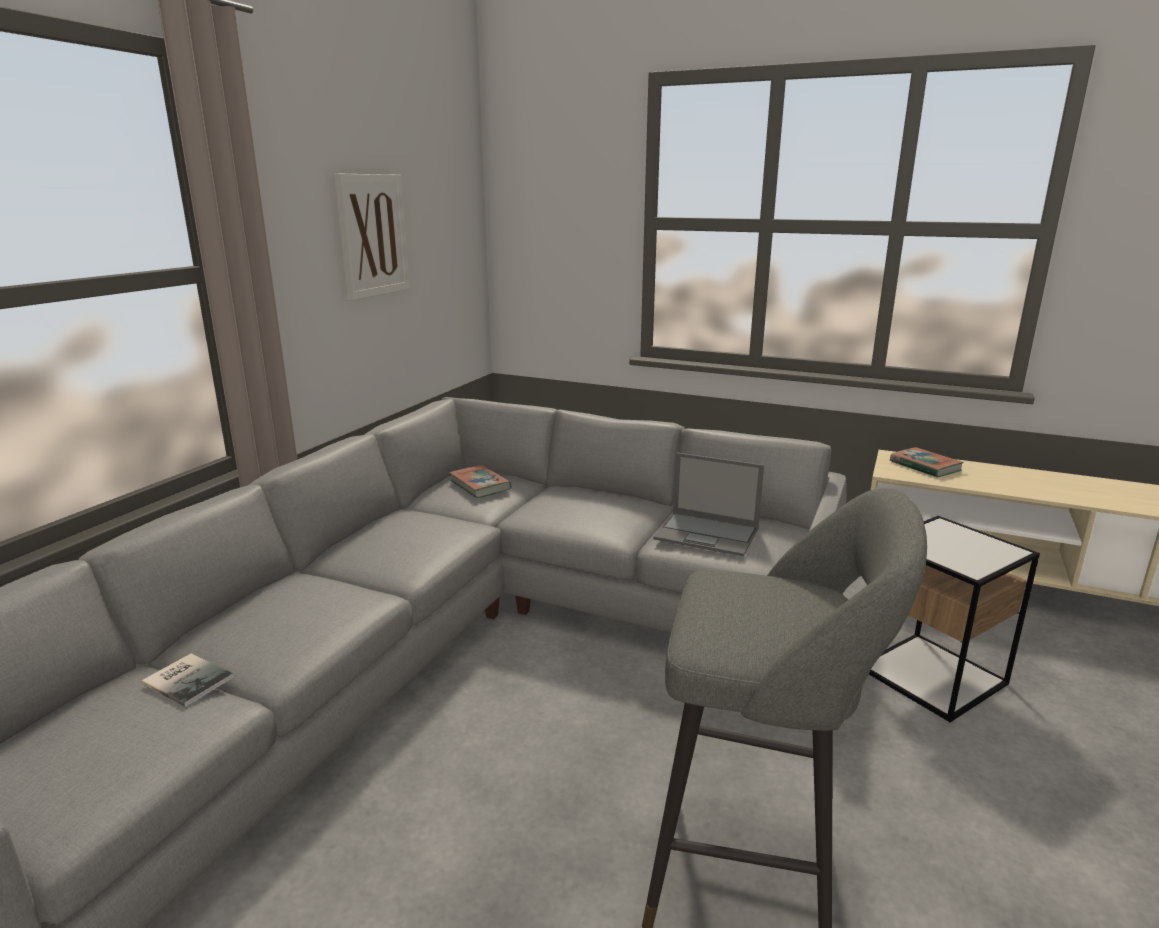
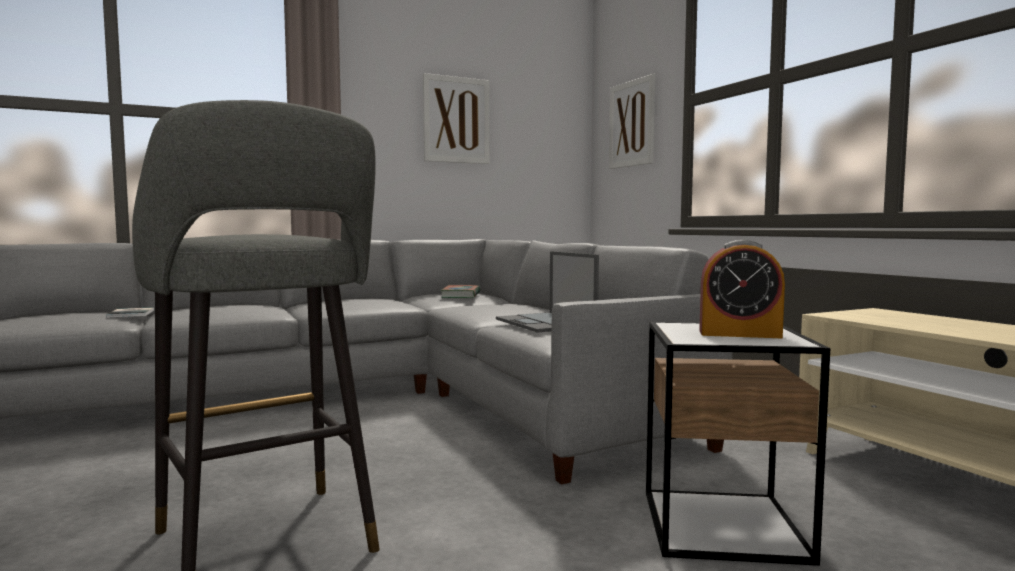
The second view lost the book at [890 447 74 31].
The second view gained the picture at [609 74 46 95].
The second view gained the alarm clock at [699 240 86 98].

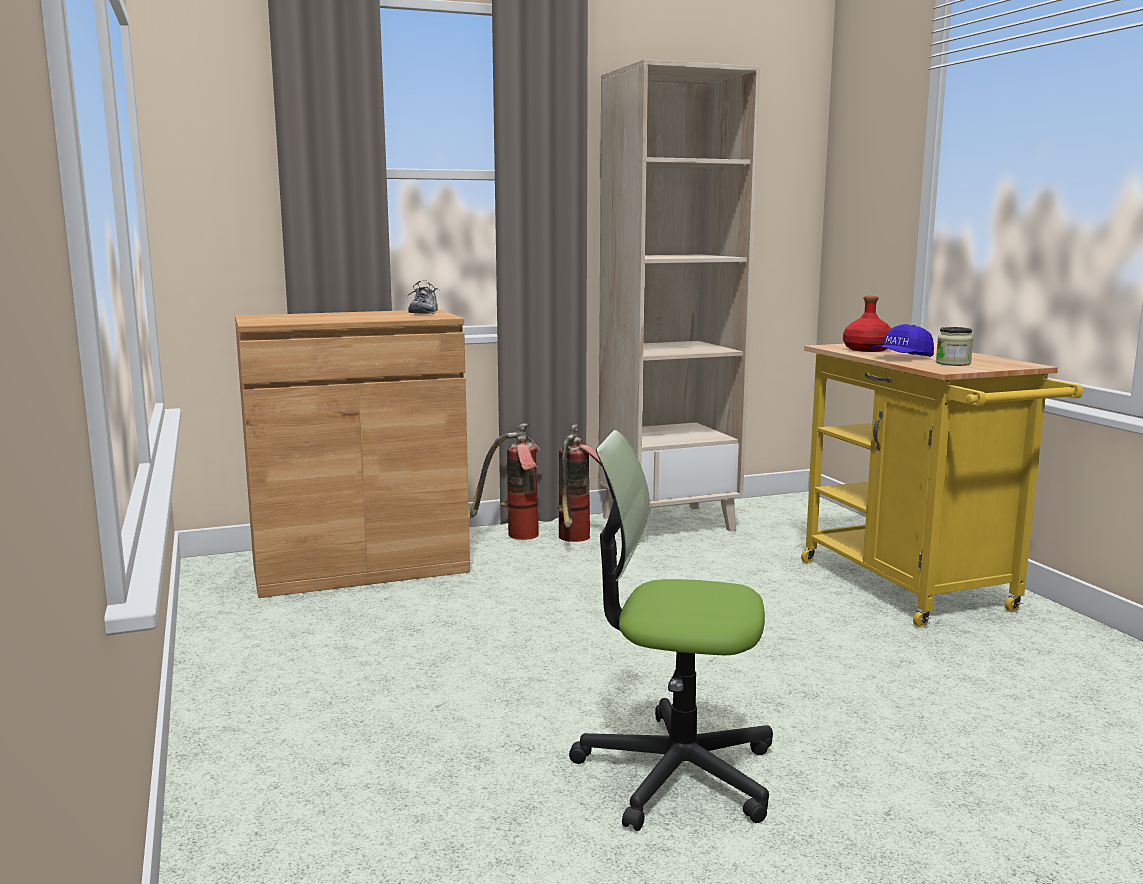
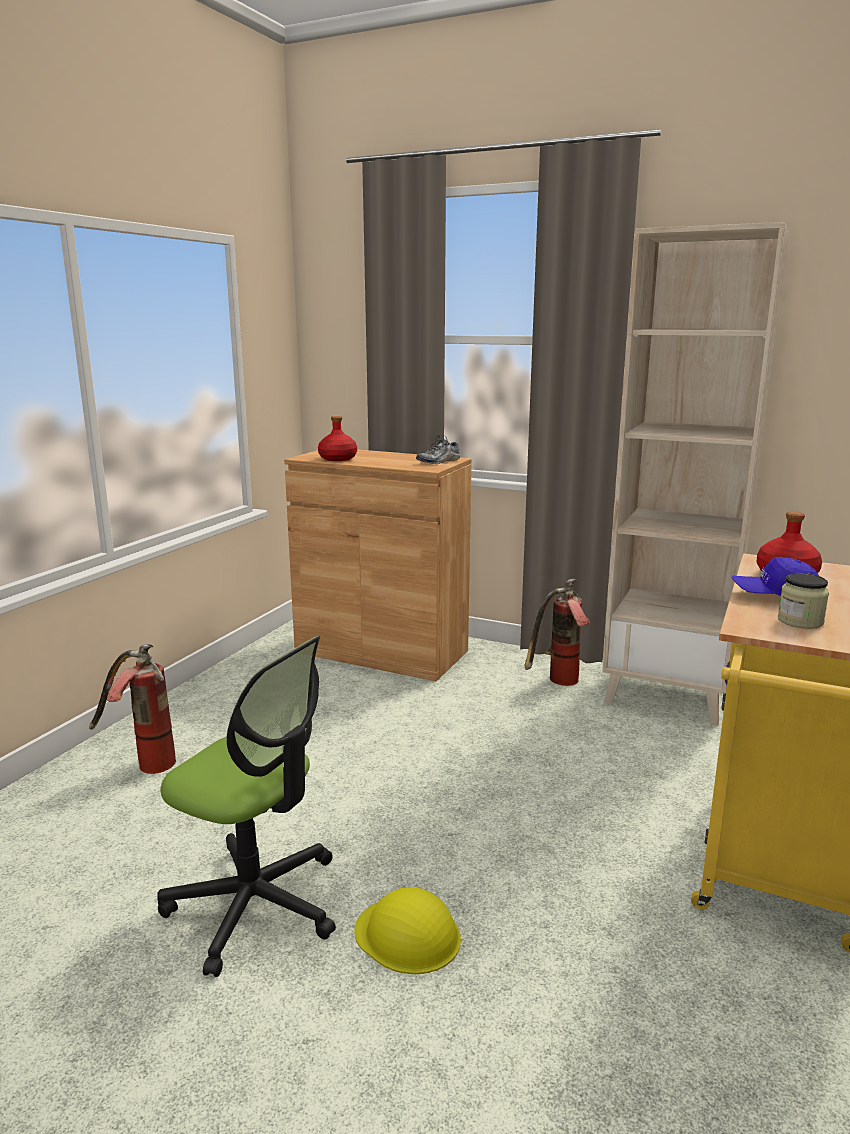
The fire extinguisher ended up elsewhere, having gone from [470 423 70 117] to [89 644 87 130].
The office chair at [569 430 204 401] ended up facing another way, 150 degrees clockwise from before.
The second view gained the red bottle at [318 416 39 45].
The second view gained the yellow hard hat at [354 887 107 87].

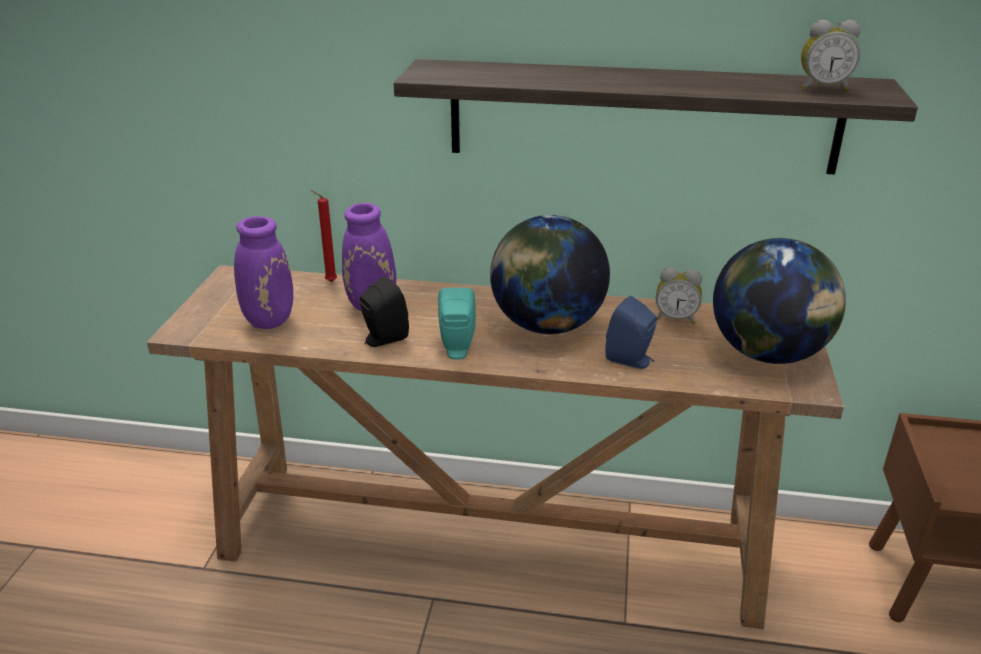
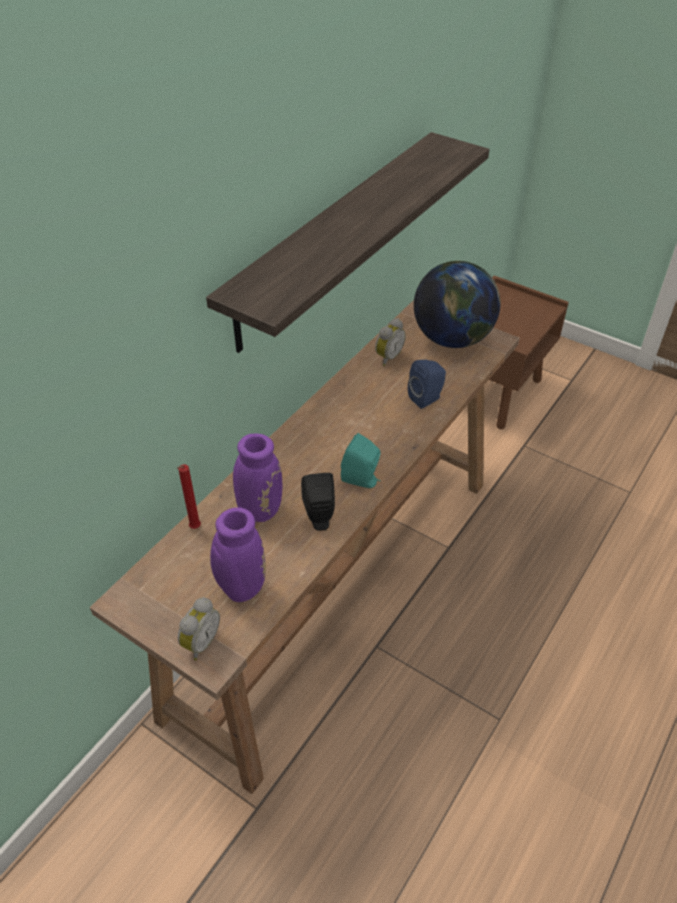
The alarm clock ended up elsewhere, having gone from [801 20 59 70] to [178 597 42 63].
The second view lost the globe at [490 215 120 119].

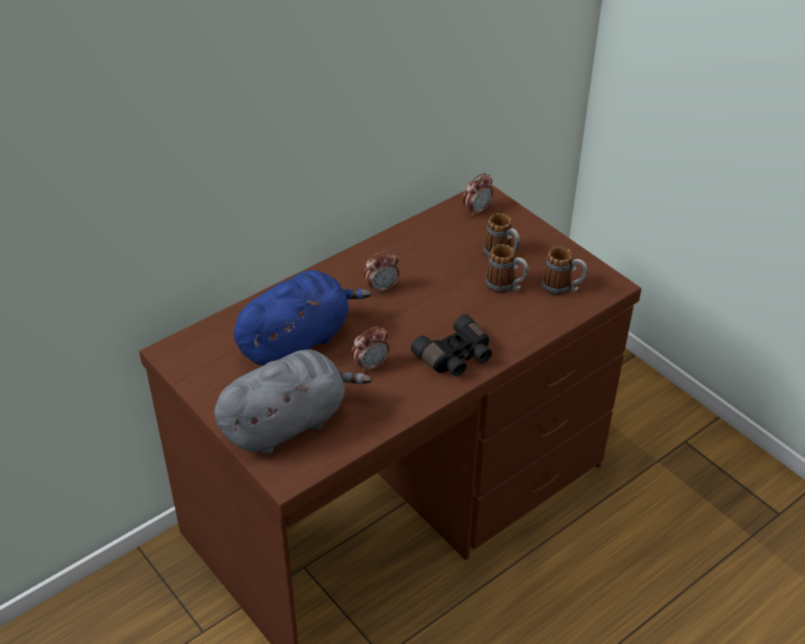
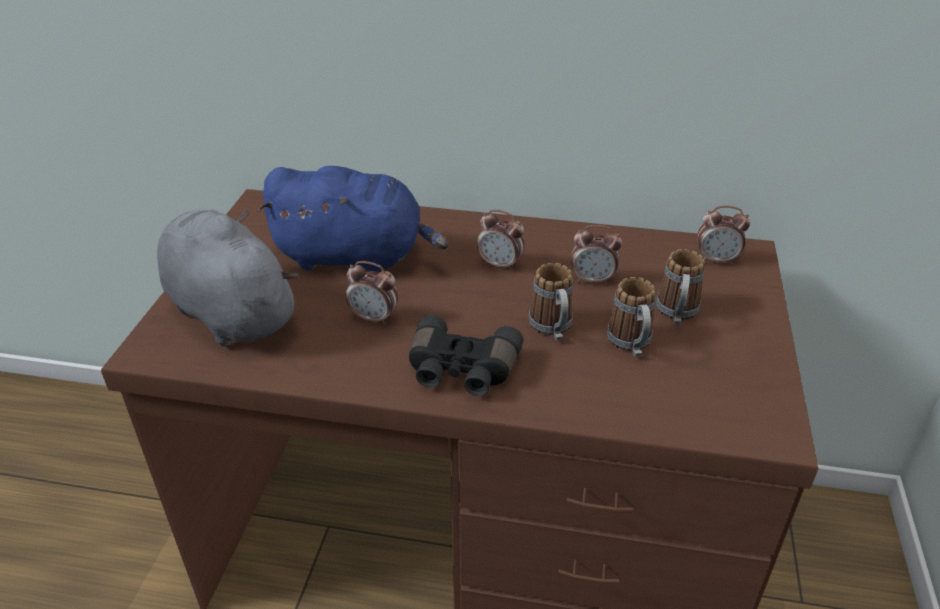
The mug ended up elsewhere, having gone from [542 246 46 49] to [528 263 45 77].
The grey plush toy at [214 350 158 105] ended up facing another way, 150 degrees counterclockwise from before.
The second view gained the alarm clock at [571 225 51 60].

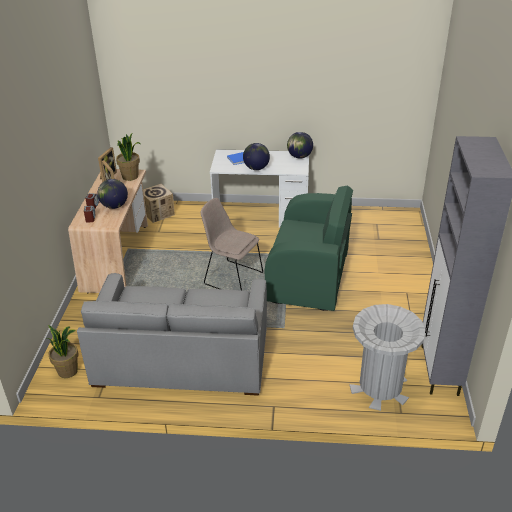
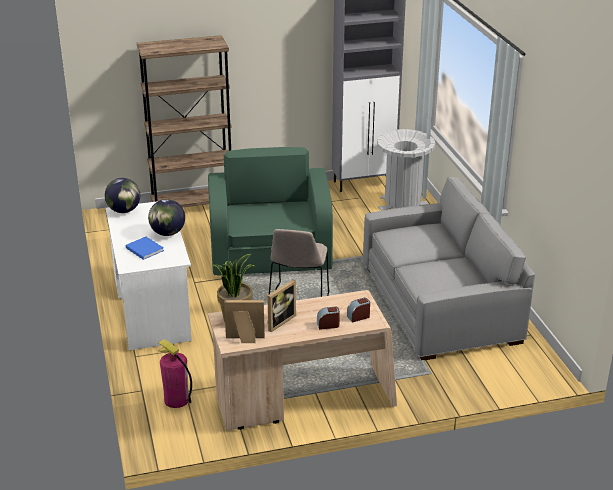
The second view lost the globe at [97 179 31 30].
Where the cardboard box stood at [143 184 32 39], the fire extinguisher came to stand at [158 339 34 69].
The second view lost the potted plant at [45 325 34 53].
The second view gained the brown bookcase at [137 35 94 173].

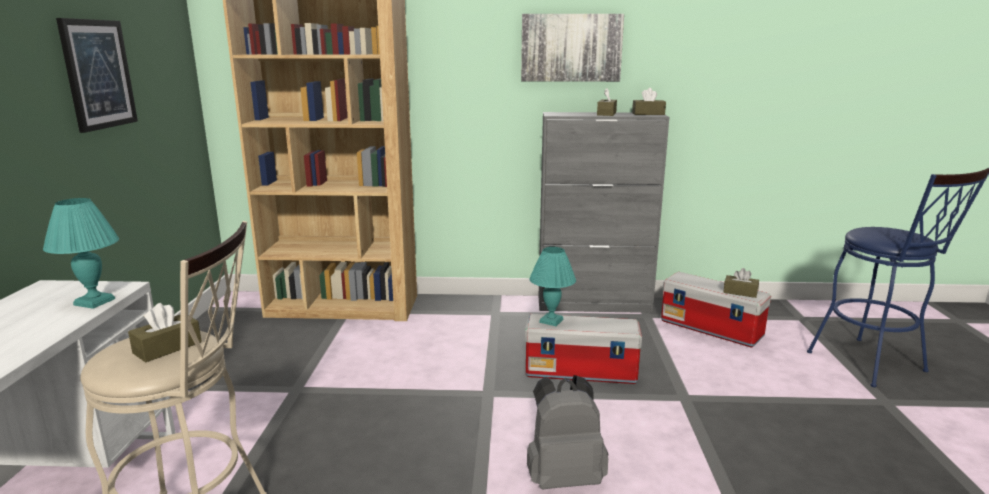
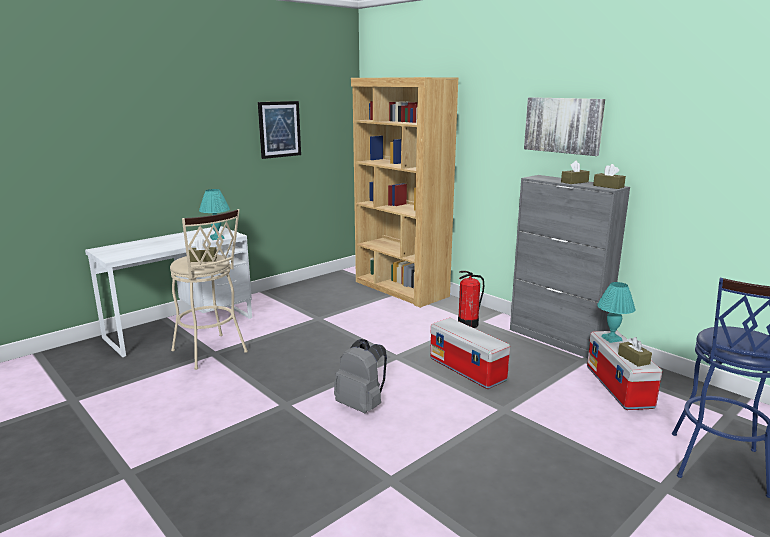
The turquoise table lamp ended up elsewhere, having gone from [530 247 46 79] to [597 282 38 61].
The second view gained the fire extinguisher at [458 271 26 57].

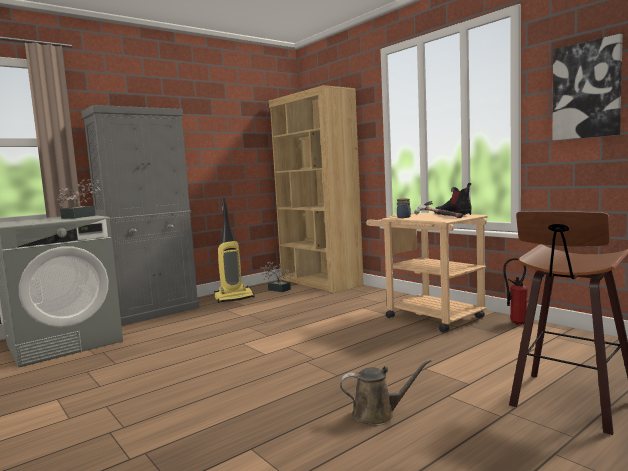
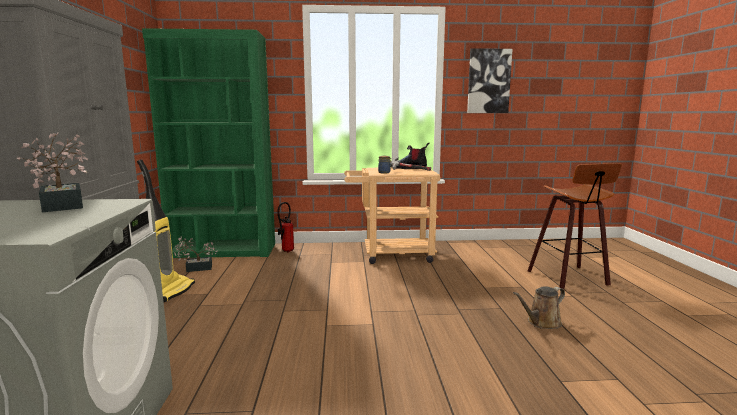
What was the brown bookcase at [268 85 96 208] turned into the green bookcase at [142 28 133 230].
The fire extinguisher ended up elsewhere, having gone from [503 258 25 67] to [277 202 17 51].
The brown watering can at [340 359 91 67] ended up facing another way, 150 degrees counterclockwise from before.

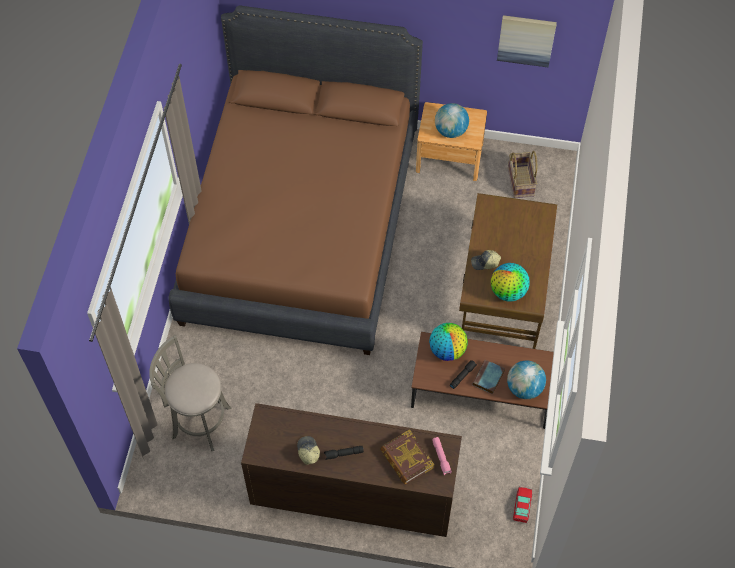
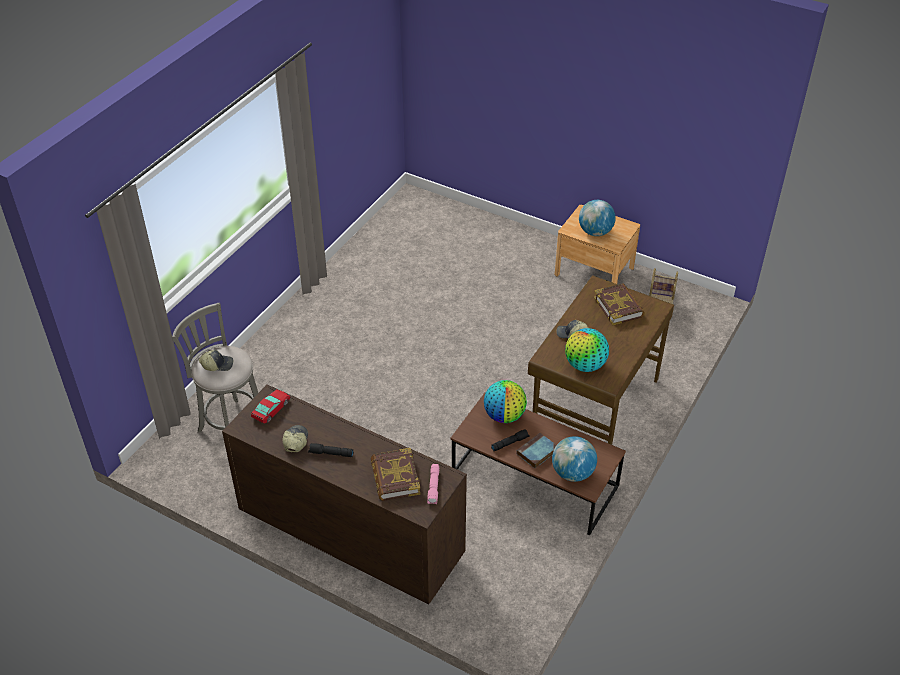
The second view lost the brown bed at [168 5 255 350].
The second view lost the picture at [497 15 60 53].
The toy car ended up elsewhere, having gone from [513 487 20 36] to [251 389 40 35].
The second view gained the book at [594 283 51 42].
The second view gained the cap at [199 350 34 21].

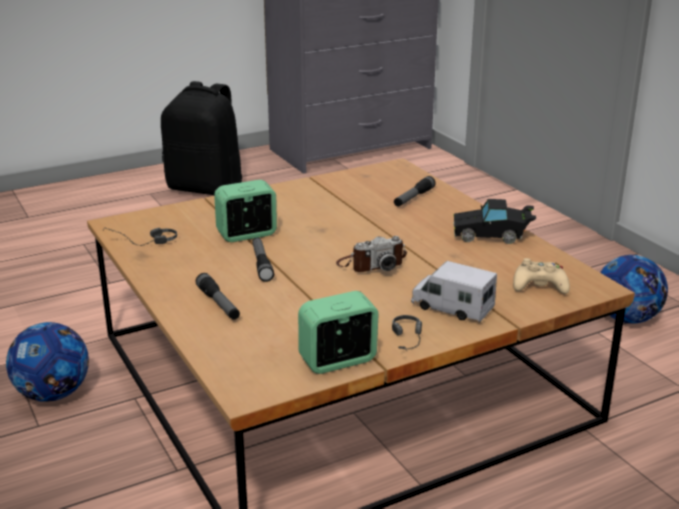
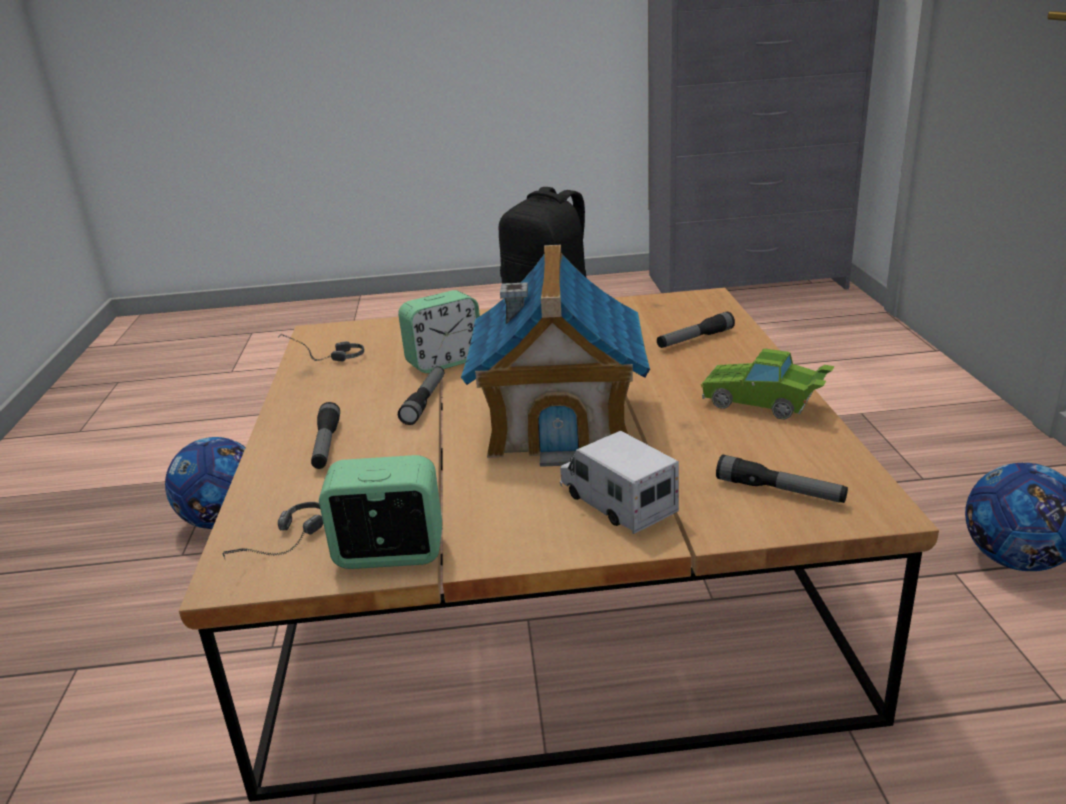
The alarm clock at [214 180 63 62] ended up facing another way, 150 degrees clockwise from before.
What was the black toy car at [453 199 83 45] turned into the green toy car at [701 348 134 72].
Where the photo camera stood at [336 236 71 36], the toy house came to stand at [461 245 189 222].
Where the beige game controller stood at [513 258 57 36], the flashlight came to stand at [716 455 132 48].
The headphones ended up elsewhere, having gone from [392 315 30 37] to [223 502 100 57].

